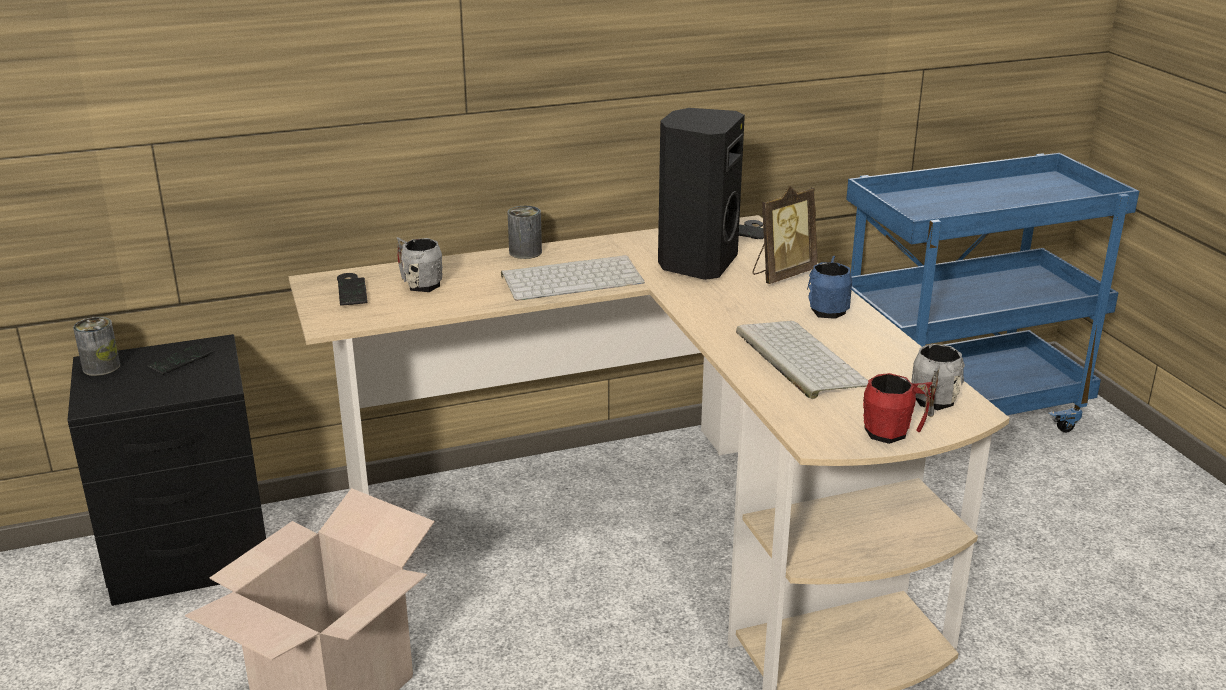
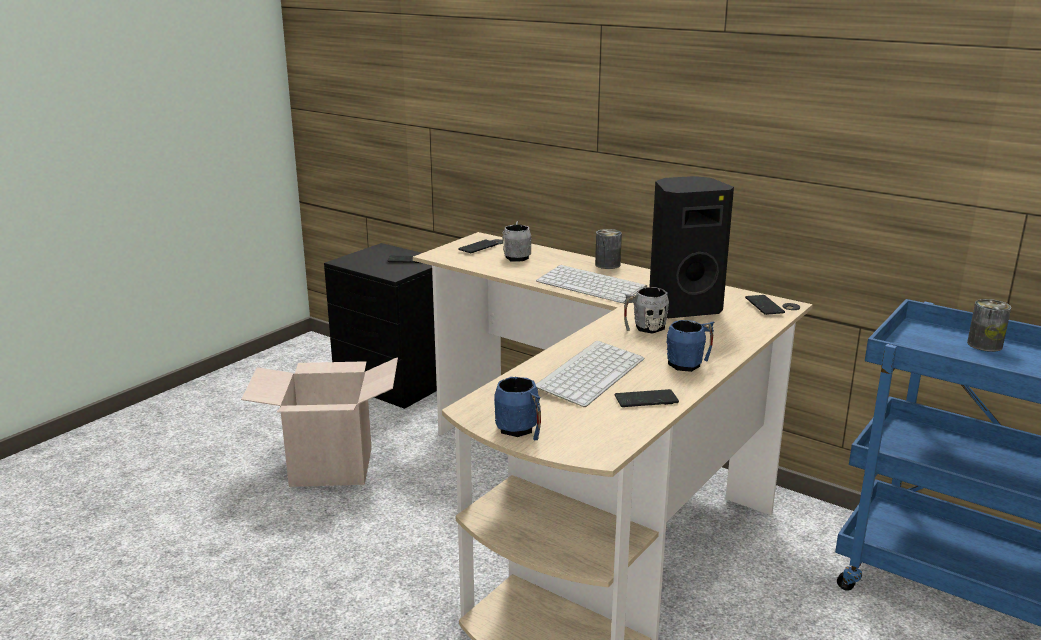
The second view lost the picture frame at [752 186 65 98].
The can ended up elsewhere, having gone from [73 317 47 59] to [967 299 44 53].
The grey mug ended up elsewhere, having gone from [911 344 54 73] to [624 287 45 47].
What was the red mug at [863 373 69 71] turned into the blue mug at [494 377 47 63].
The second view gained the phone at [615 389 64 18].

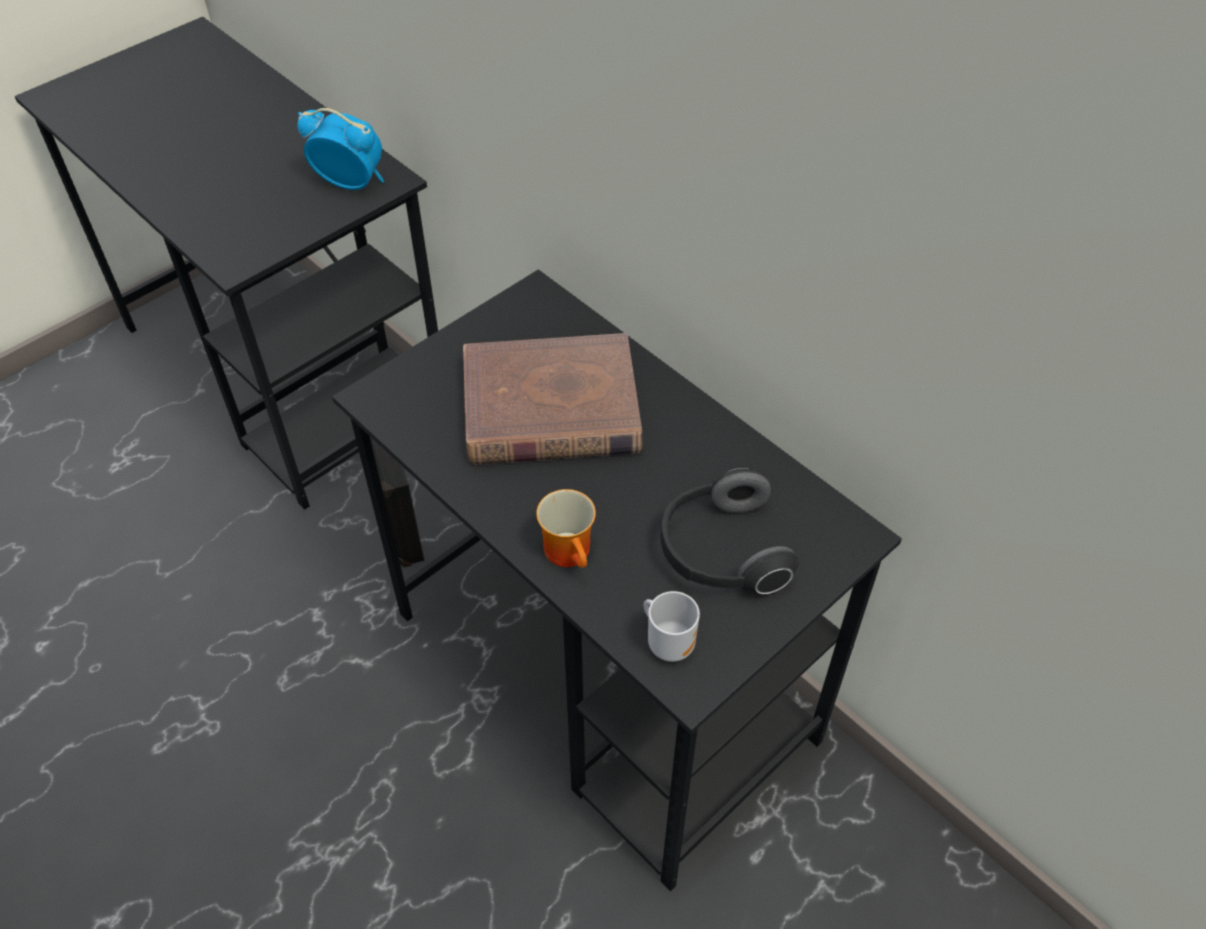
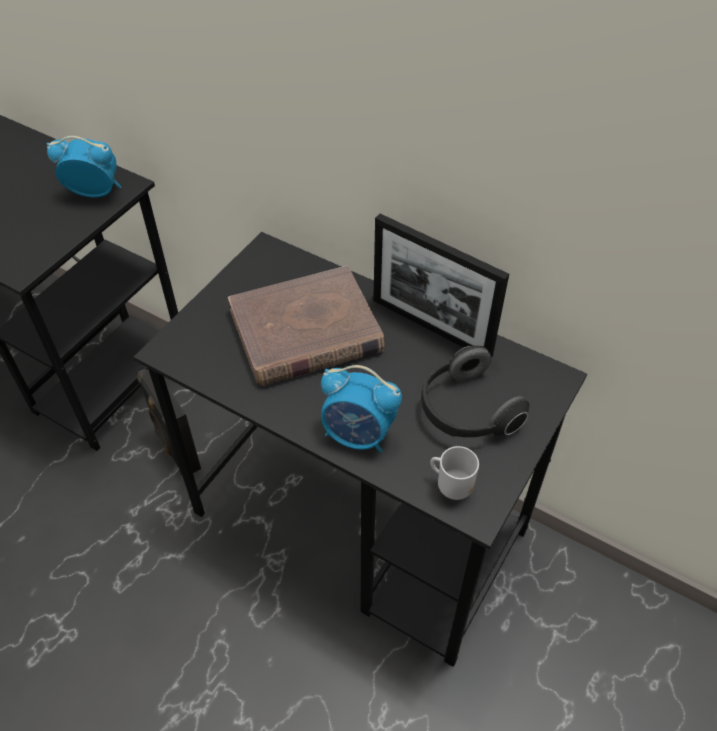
Where the mug stood at [536 489 60 79], the alarm clock came to stand at [321 365 81 88].
The second view gained the picture frame at [373 214 136 143].

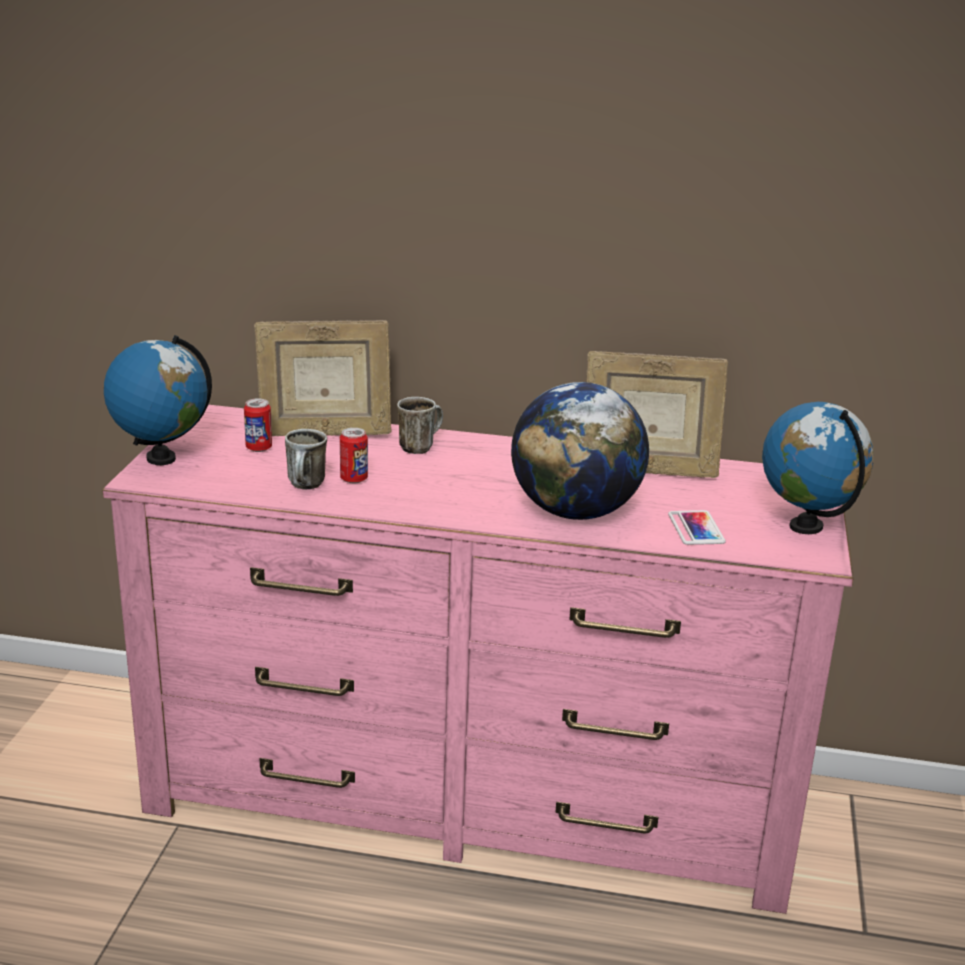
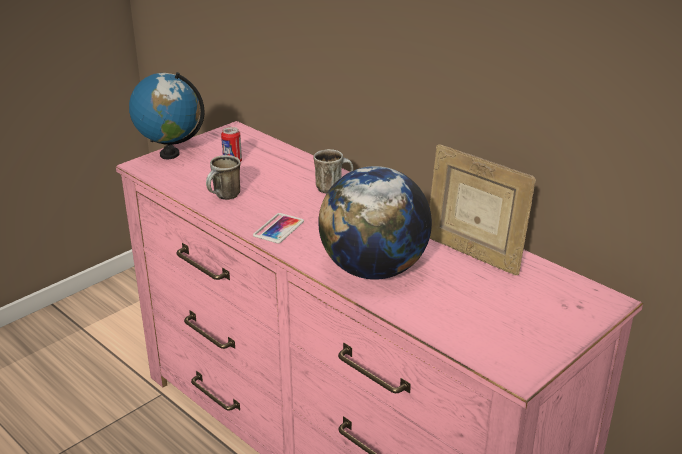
The second view lost the picture frame at [254 320 138 116].
The second view lost the globe at [762 402 112 132].
The second view lost the can at [340 428 28 55].
The phone ended up elsewhere, having gone from [668 510 58 35] to [253 213 51 30].

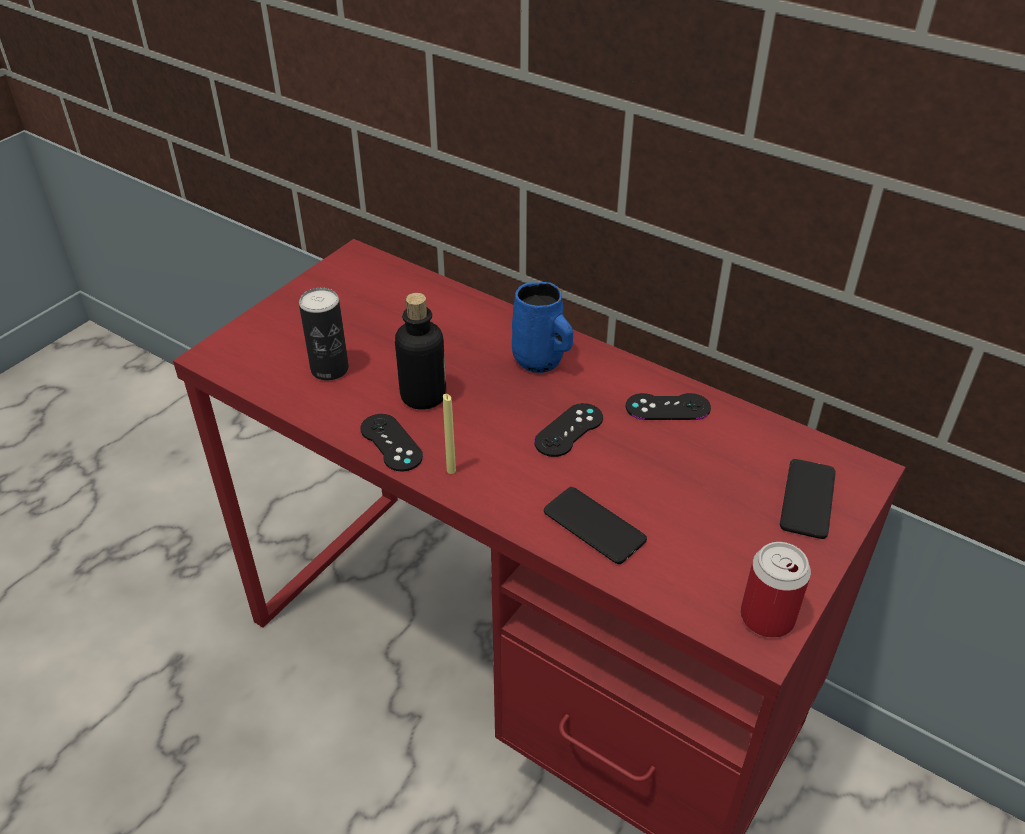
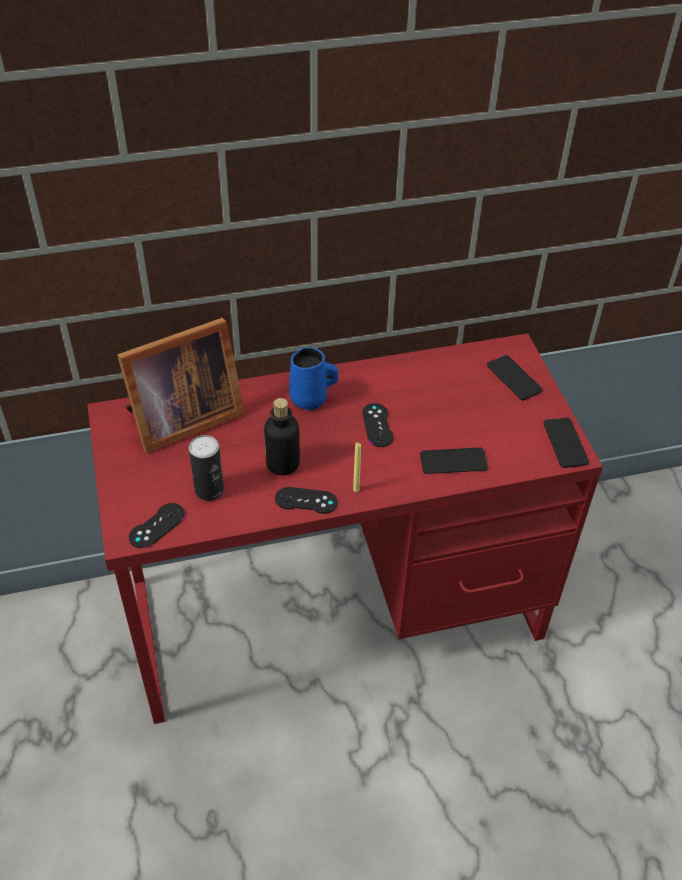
The black game controller ended up elsewhere, having gone from [626 393 85 27] to [129 503 56 45].
Where the can stood at [740 542 71 96], the phone came to stand at [543 418 46 50].
The second view gained the picture frame at [117 318 128 135].

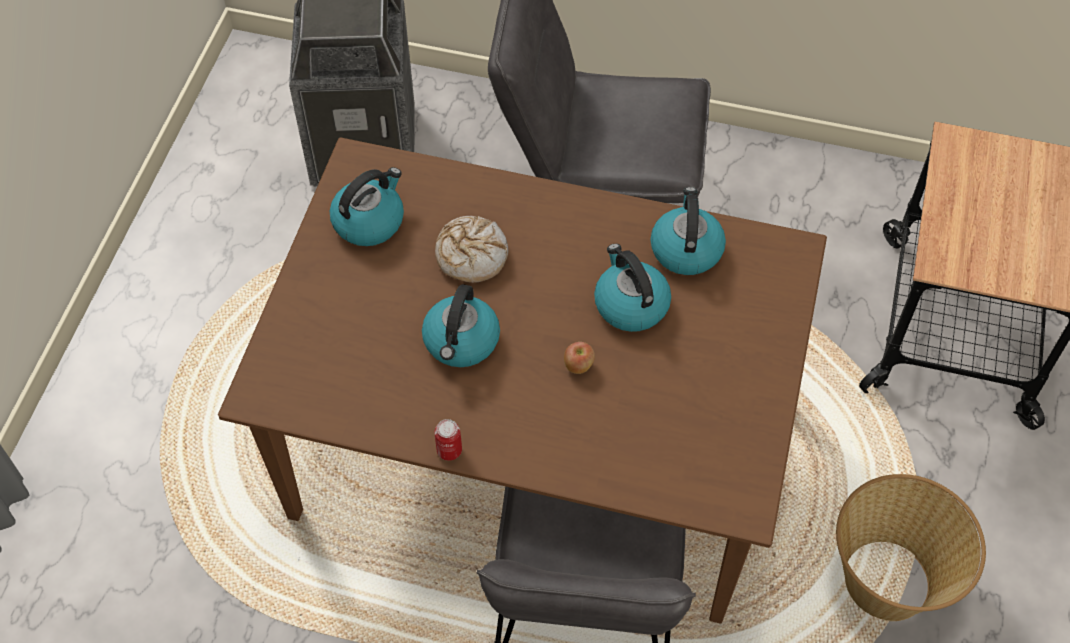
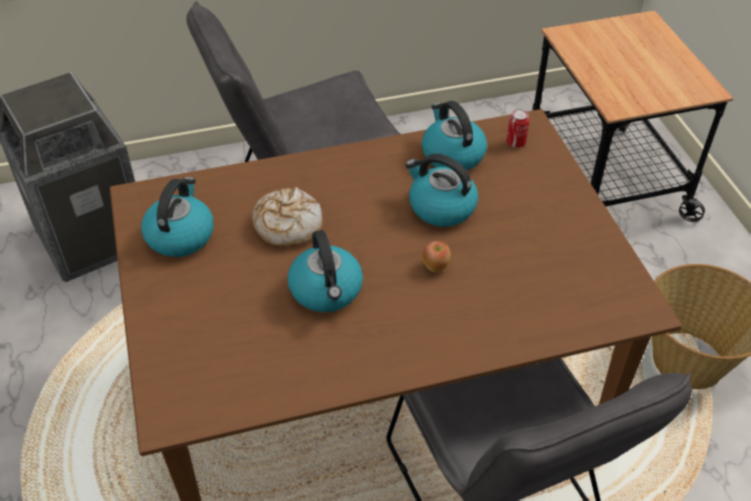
The can ended up elsewhere, having gone from [434 419 28 42] to [506 109 24 39].

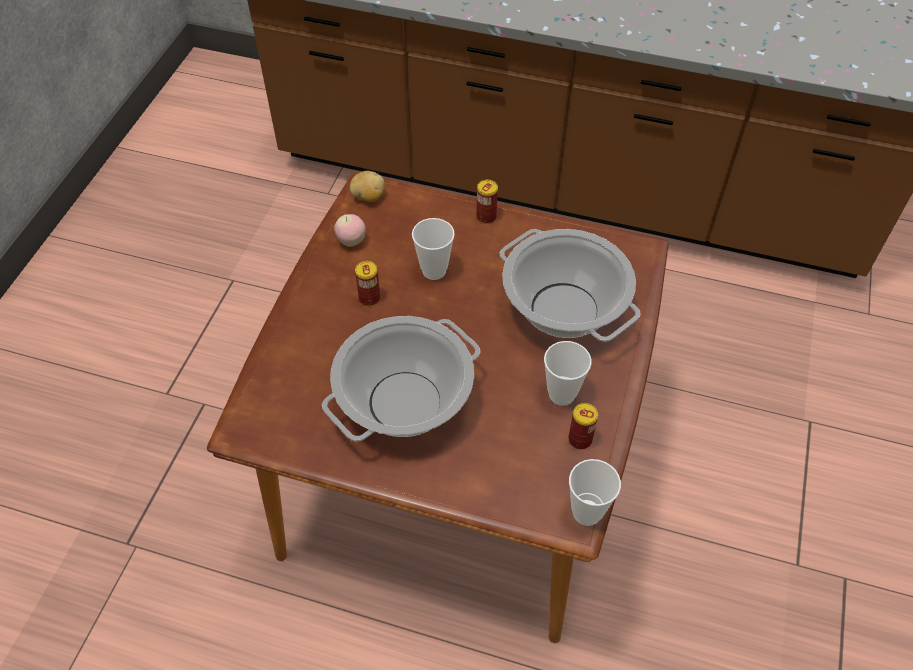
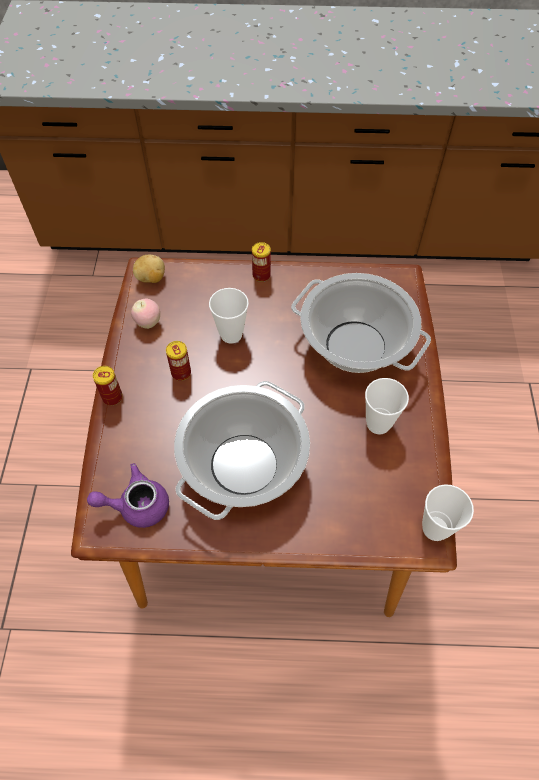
The can ended up elsewhere, having gone from [568 403 30 46] to [93 366 30 40].
The second view gained the purple teapot at [87 463 82 65].

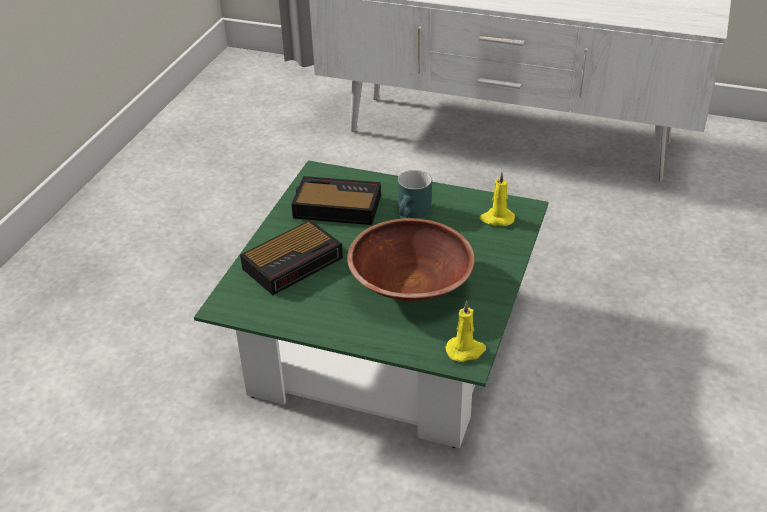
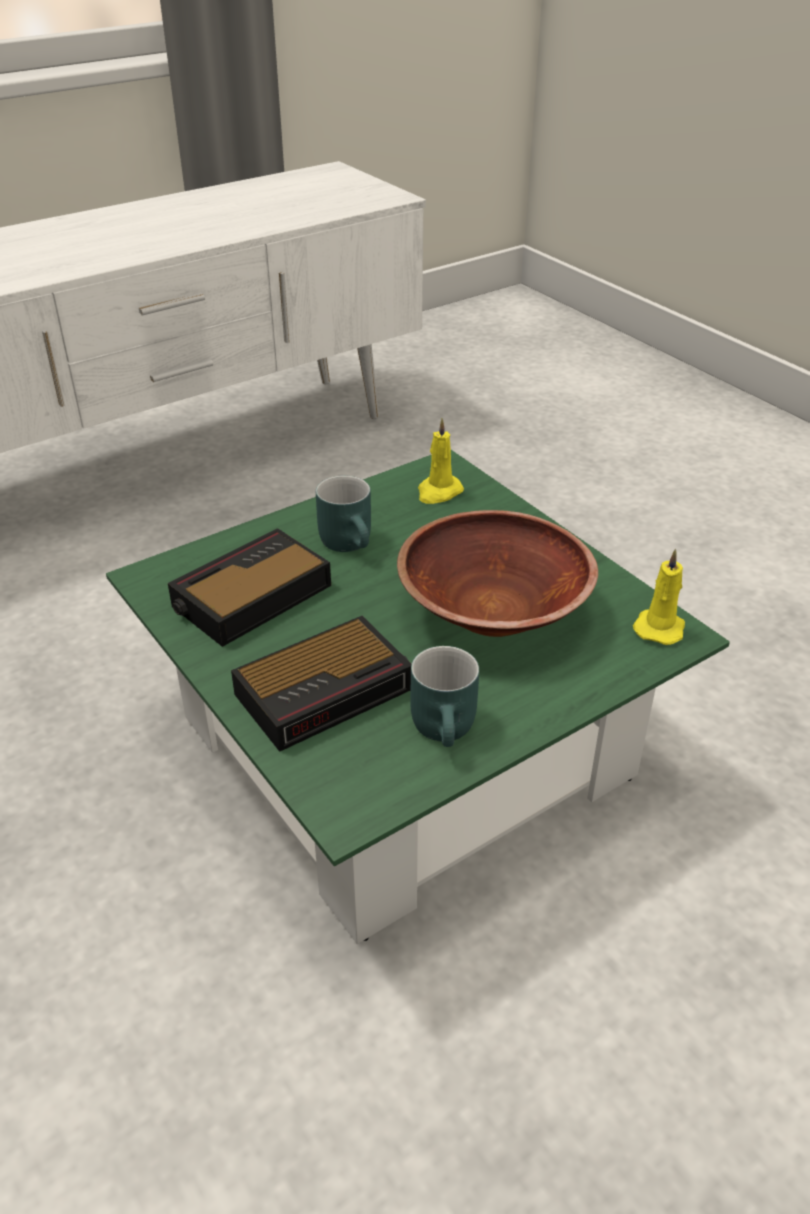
The alarm clock at [240 220 103 75] ended up facing another way, 60 degrees clockwise from before.
The second view gained the turquoise mug at [410 646 69 101].

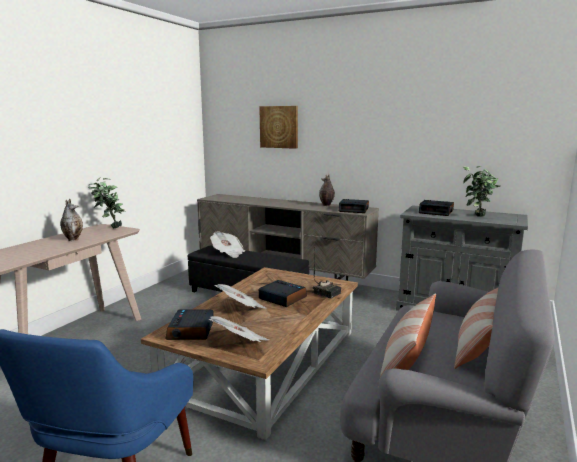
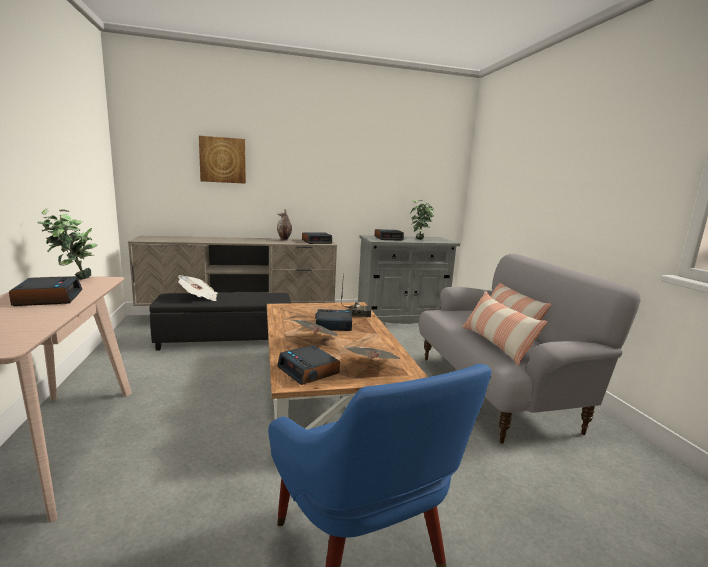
Where the vase stood at [60 199 23 42], the alarm clock came to stand at [9 276 73 30].

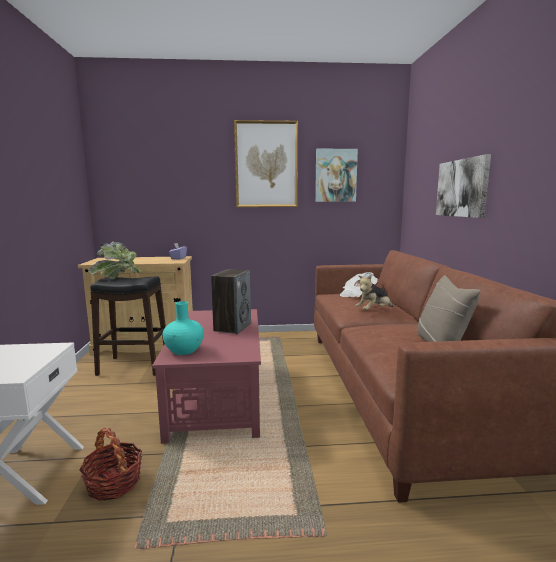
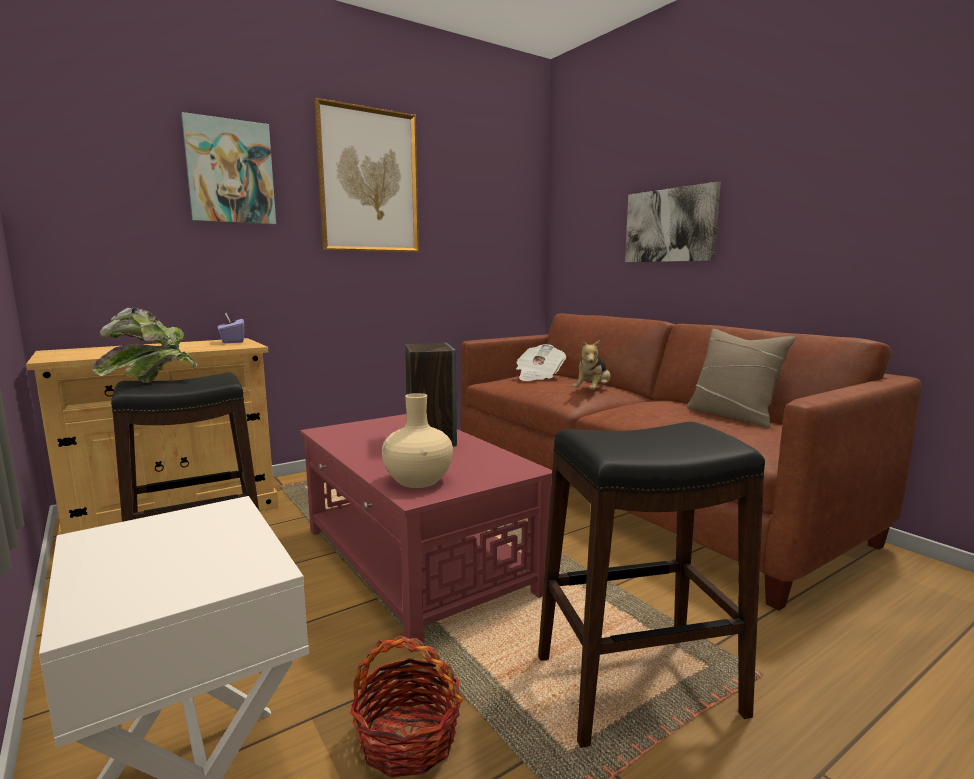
The picture ended up elsewhere, having gone from [315 149 43 53] to [181 112 95 112].
What was the turquoise vase at [163 301 41 54] turned into the beige vase at [382 393 71 95].
The second view gained the black stool at [538 422 227 326].

